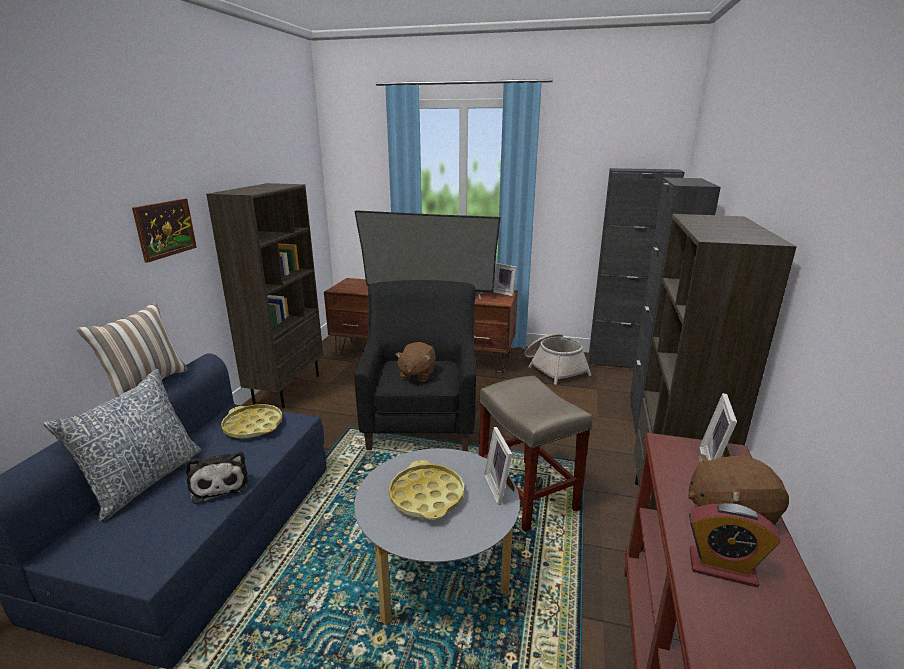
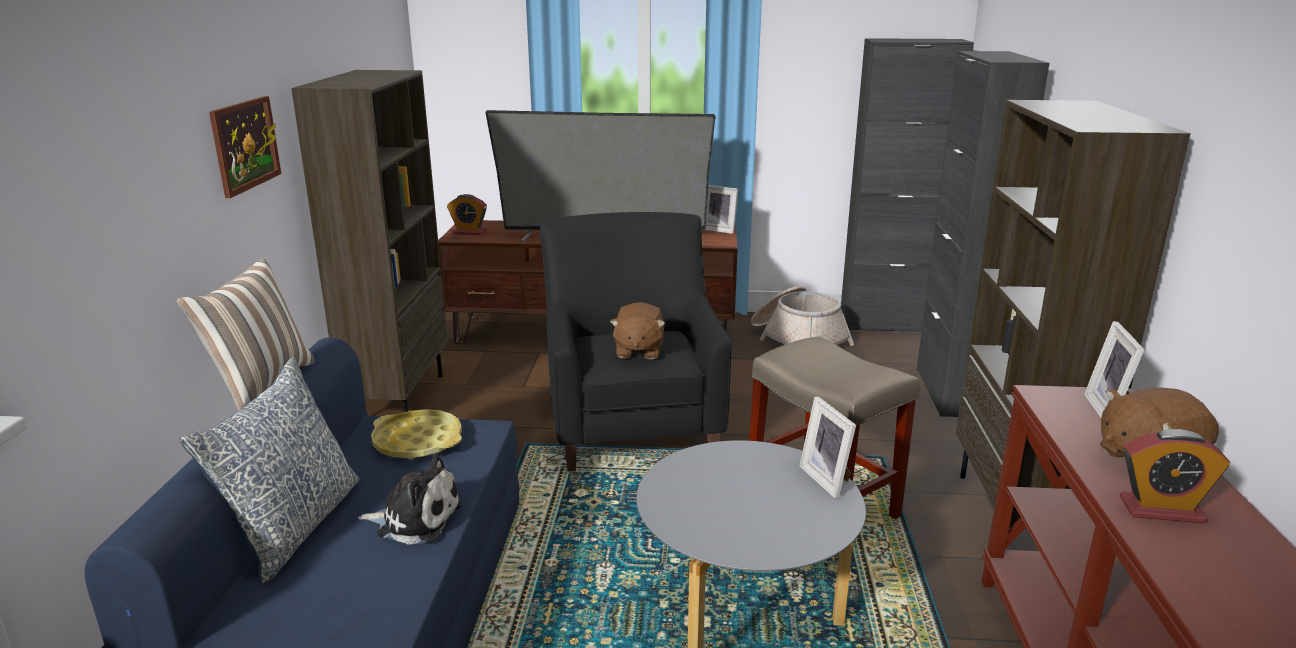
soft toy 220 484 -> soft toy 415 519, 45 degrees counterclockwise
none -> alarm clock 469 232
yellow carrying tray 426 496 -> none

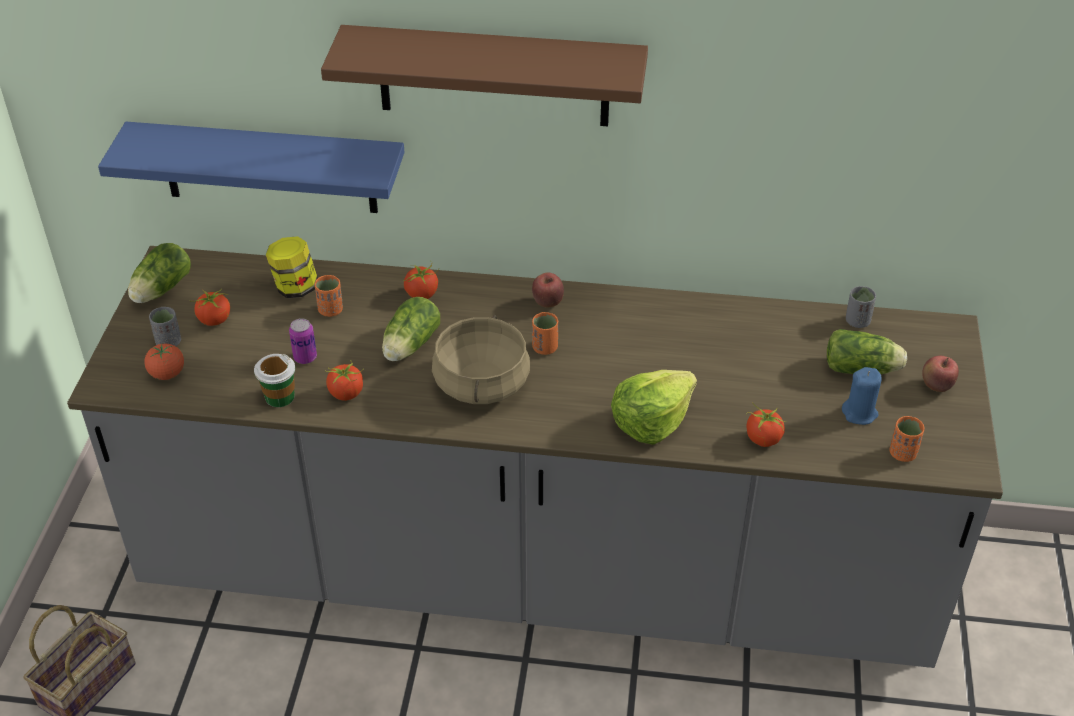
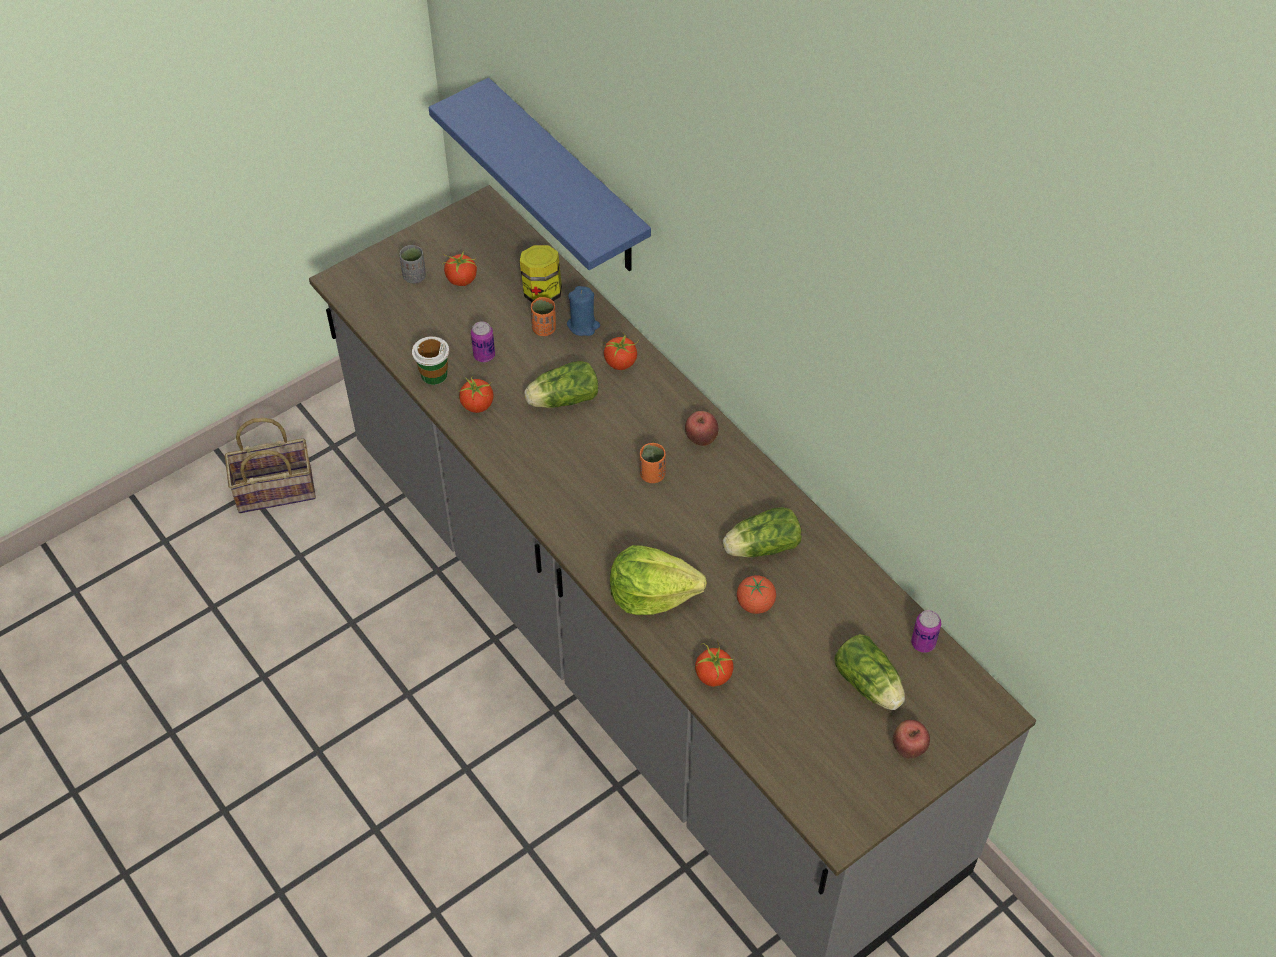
blue-coloured candle 859 413 -> blue-coloured candle 583 325, moved
head of lettuce 160 290 -> head of lettuce 759 547, moved
fresh tomato 167 374 -> fresh tomato 755 604, moved
greyish drinking cup 857 321 -> sealed can 923 643
brownish shelf 493 76 -> none
beige cooking pot 482 383 -> none
orange drinking cup 902 453 -> none

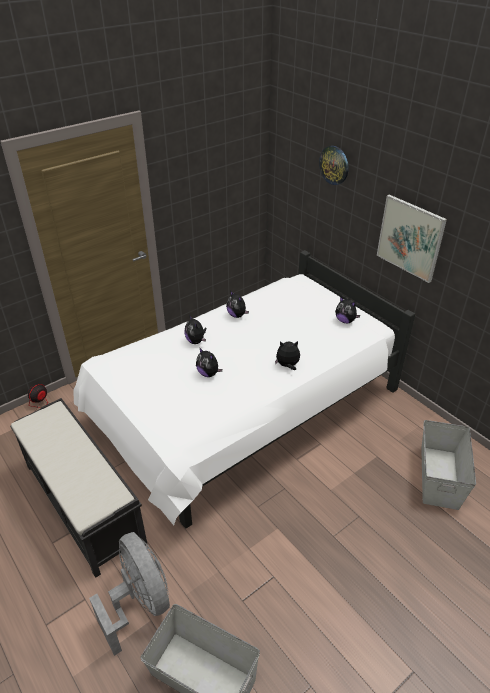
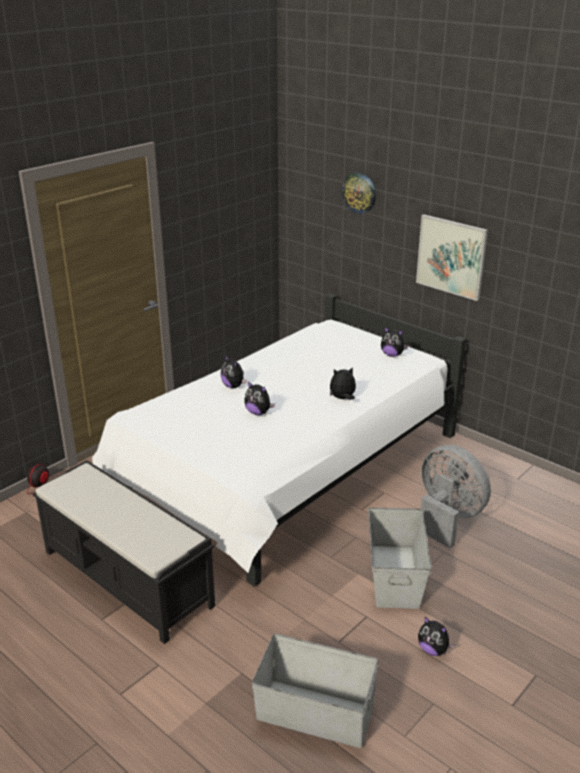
greyish storage bin 439 476 -> greyish storage bin 395 575, moved
soft toy 237 315 -> soft toy 433 650, moved
greyish cooling fan 139 602 -> greyish cooling fan 447 517, moved

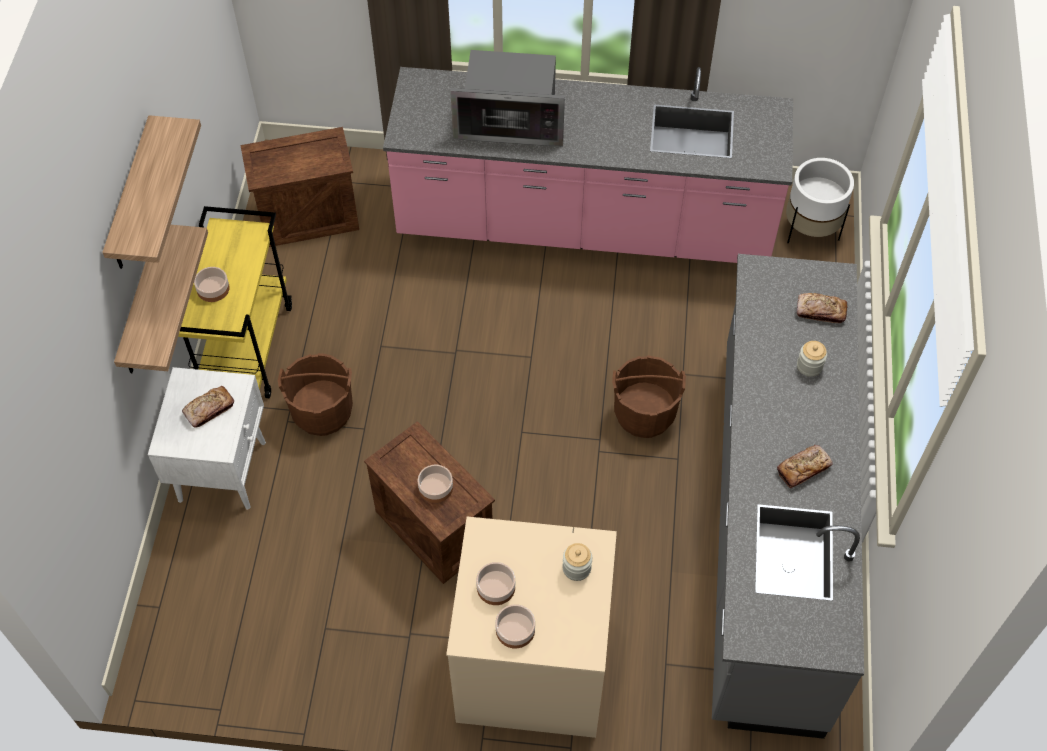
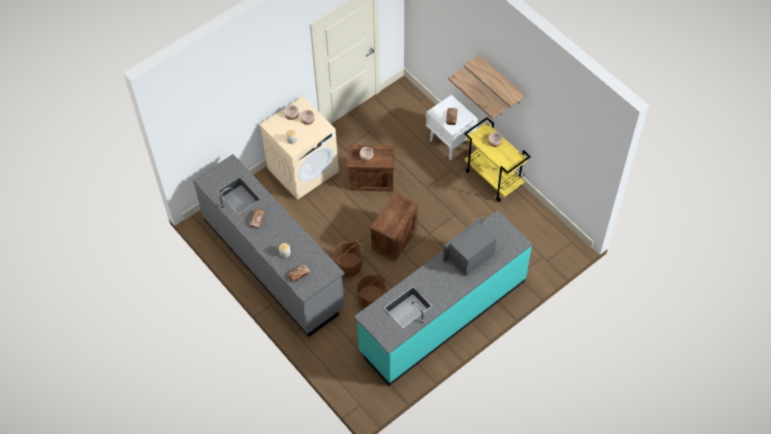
pink-coloured kitchen counter 584 226 -> turquoise-coloured kitchen counter 442 315
brownish pail 322 412 -> brownish pail 371 299, moved
shipping crate 309 215 -> shipping crate 394 239, moved
white flower pot 810 230 -> none

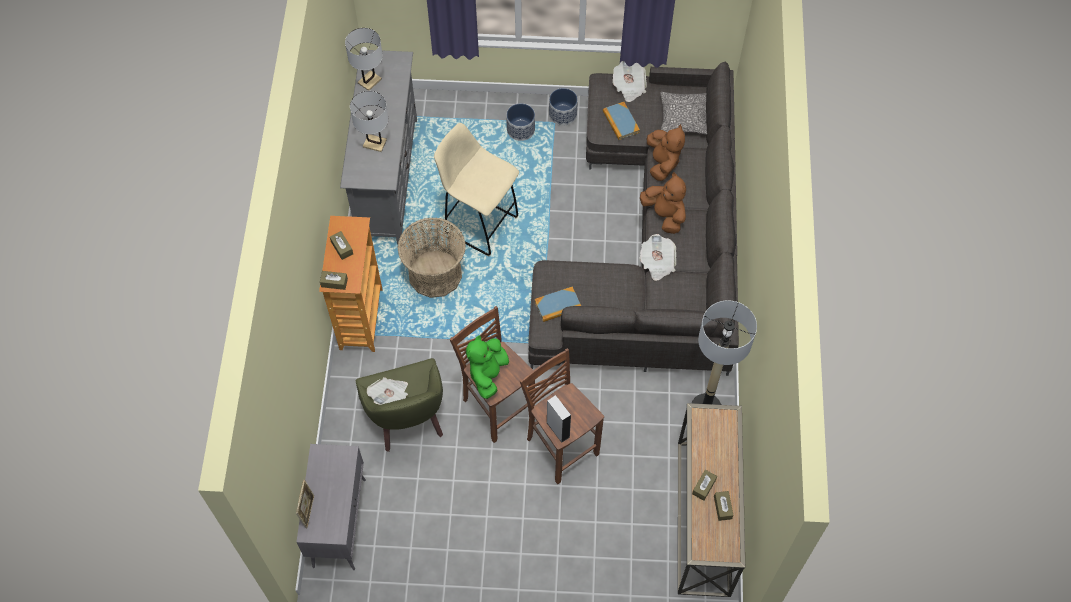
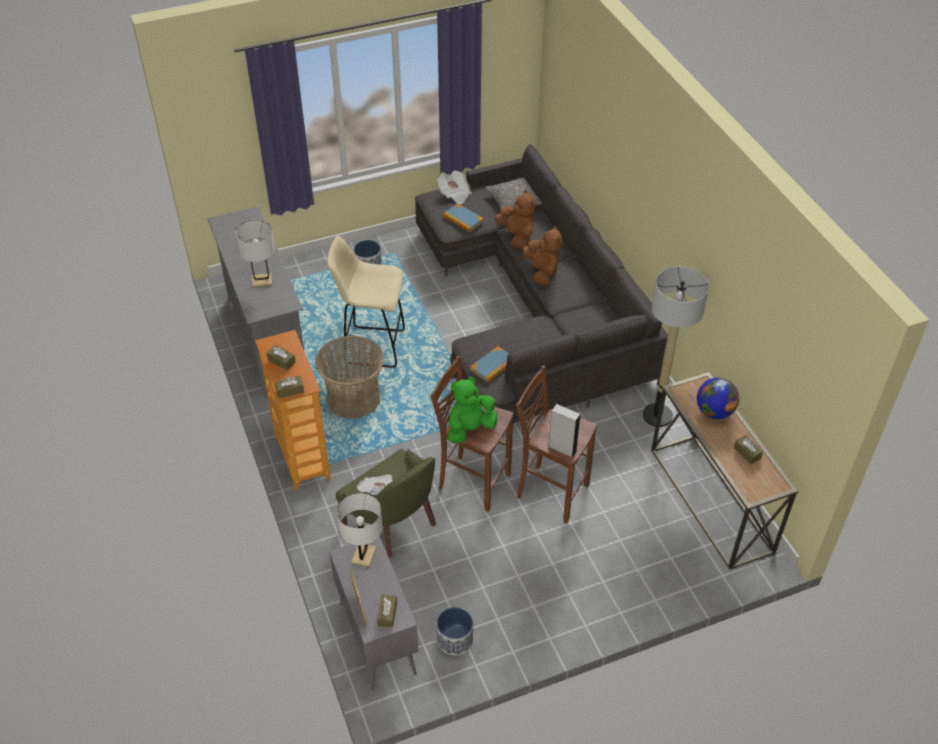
white table lamp 369 81 -> white table lamp 364 555, moved
brownish box of tissues 704 487 -> brownish box of tissues 387 614, moved
flower pot 562 114 -> flower pot 455 640, moved
green-coloured soft toy 488 374 -> green-coloured soft toy 470 429, 60 degrees clockwise
brownish soft toy 664 215 -> brownish soft toy 542 271, 45 degrees clockwise
none -> globe 714 412
newspaper 657 263 -> none

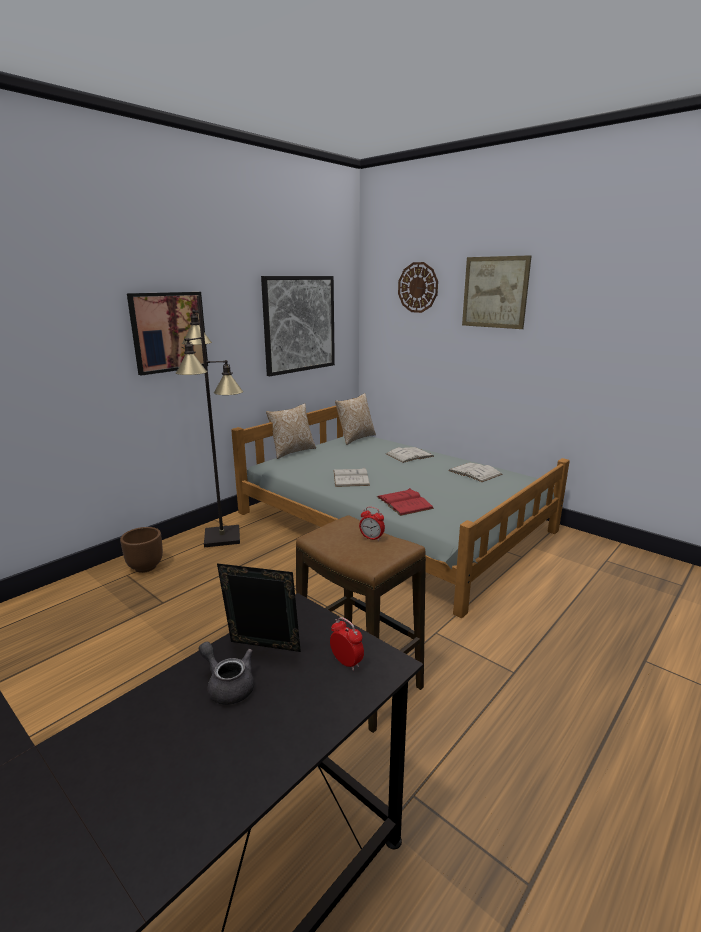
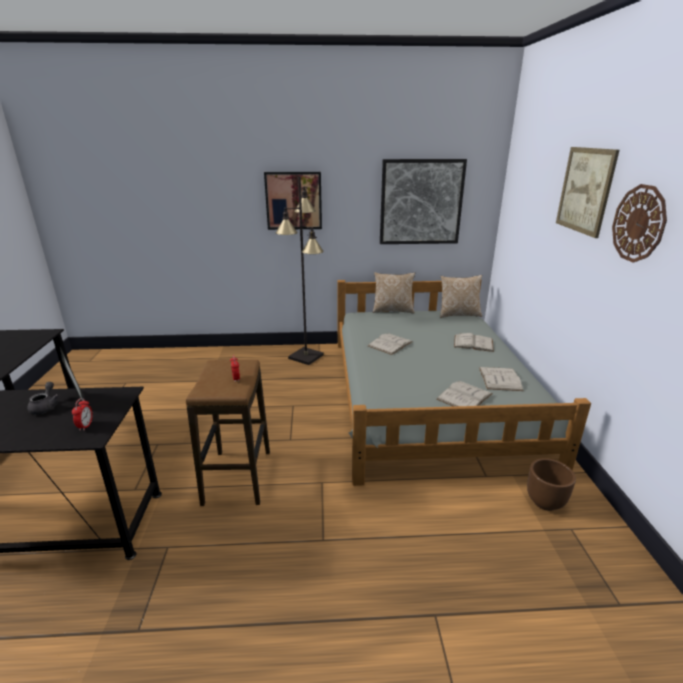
none -> white volume 464 396
brownish flower pot 146 567 -> brownish flower pot 545 502, moved
clock on the wall 418 287 -> clock on the wall 638 223, moved
red-coloured volume 404 502 -> none

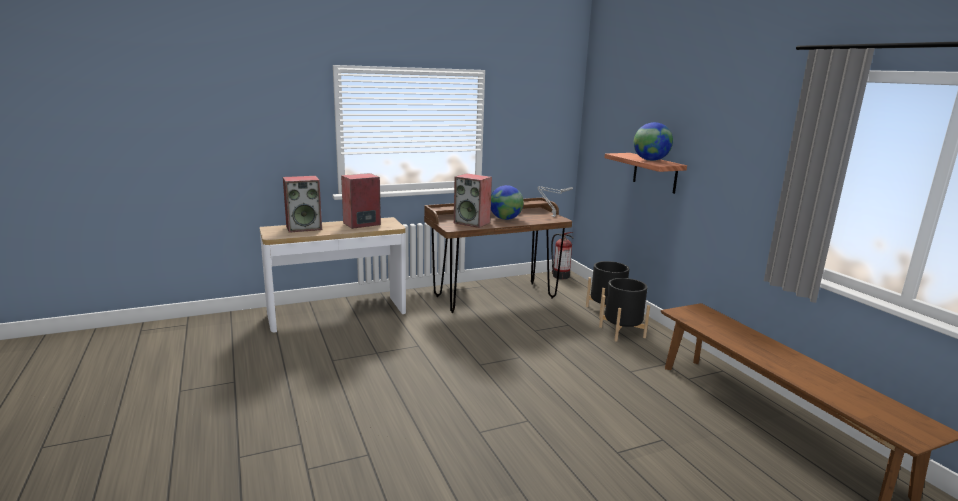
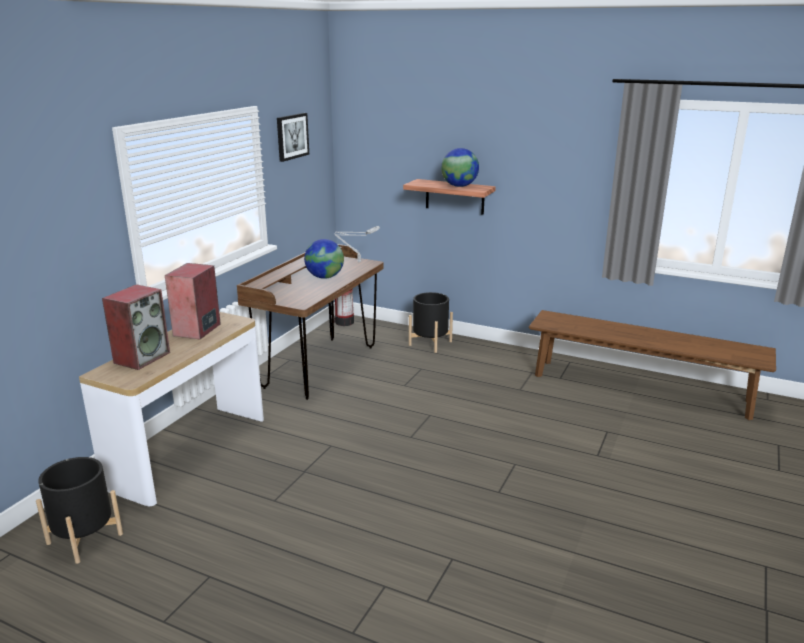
black-coloured flower pot 622 332 -> black-coloured flower pot 85 538, moved
none -> picture 292 136
loudspeaker 472 223 -> none

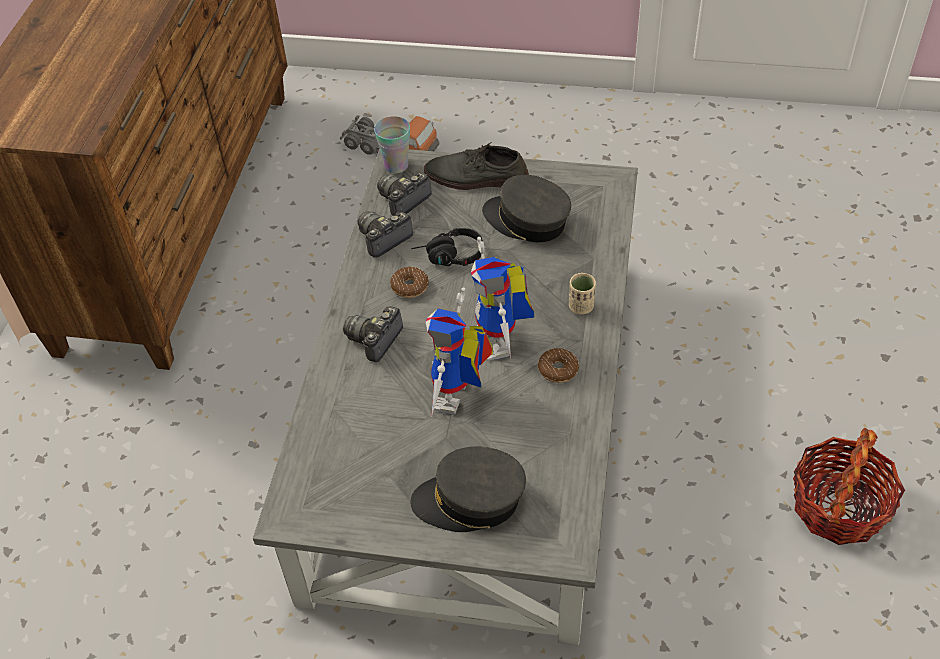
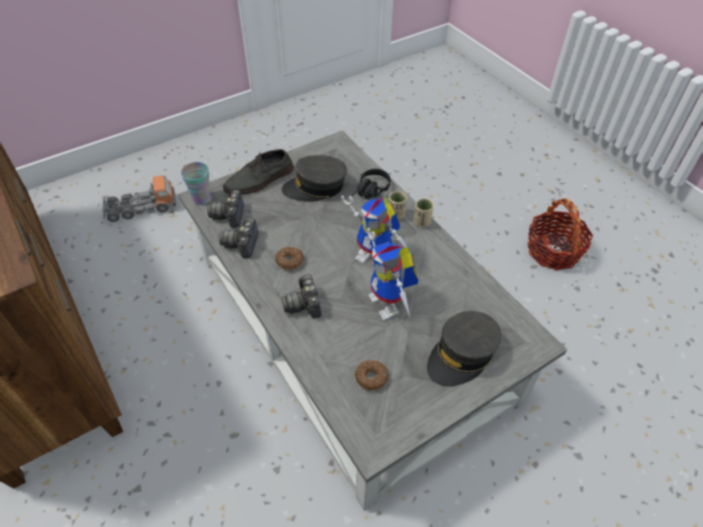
black-coloured headset 448 257 -> black-coloured headset 369 192, moved
donut 558 370 -> donut 371 378, moved
none -> beige drinking cup 422 222

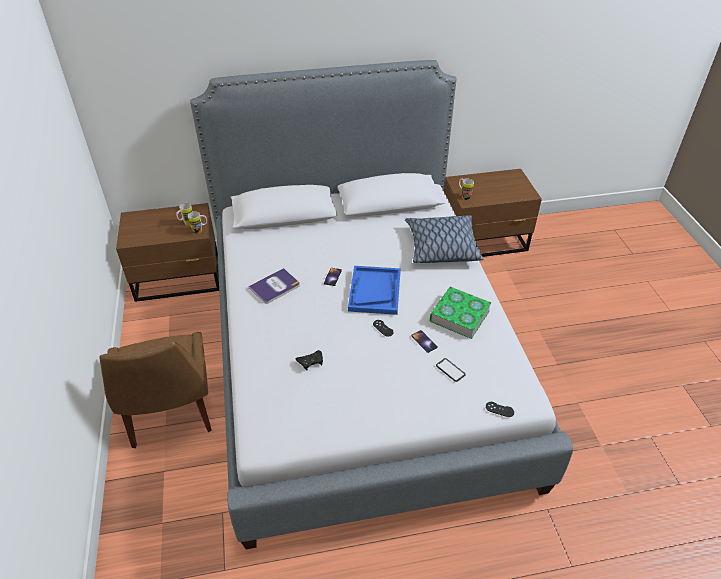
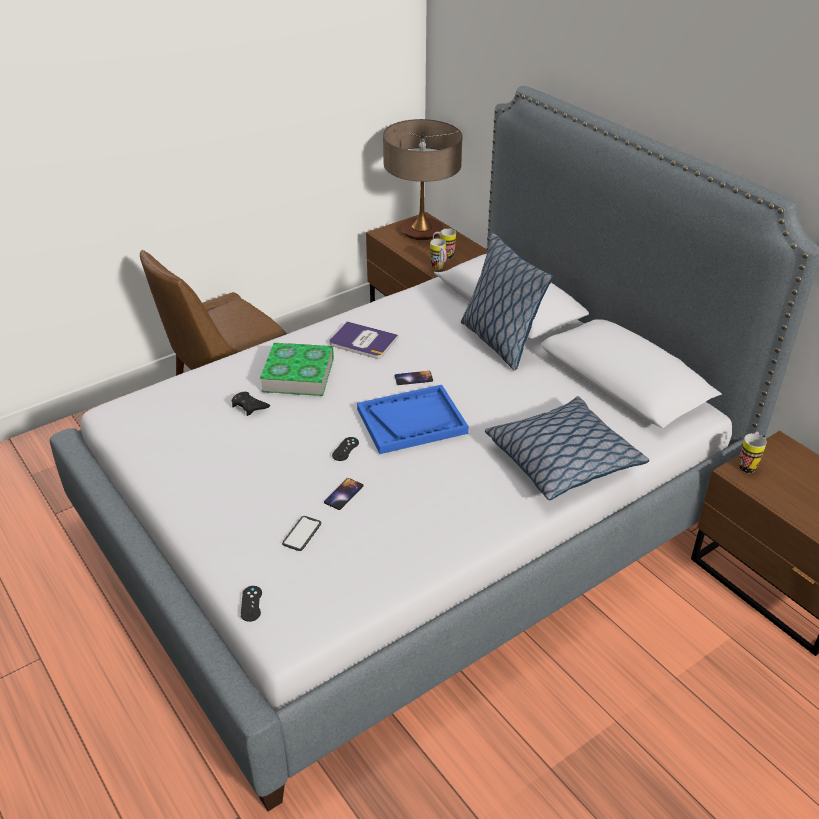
volume 459 316 -> volume 298 375, moved
none -> table lamp 421 231
none -> cushion 499 341

